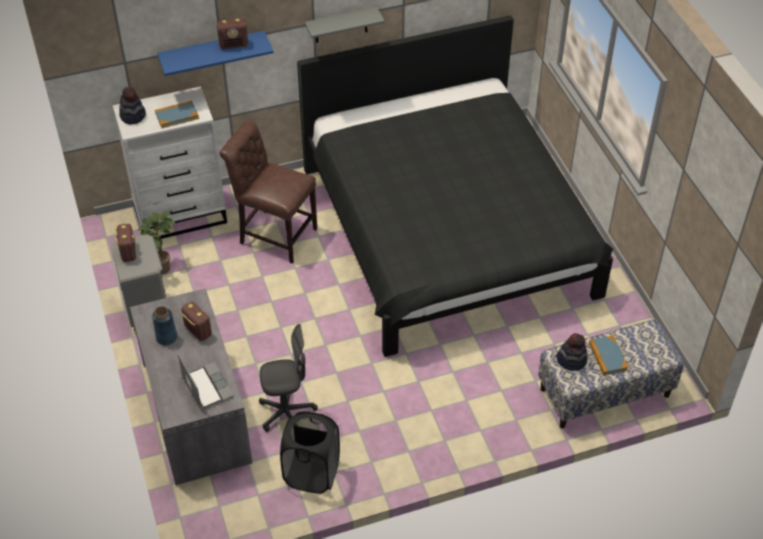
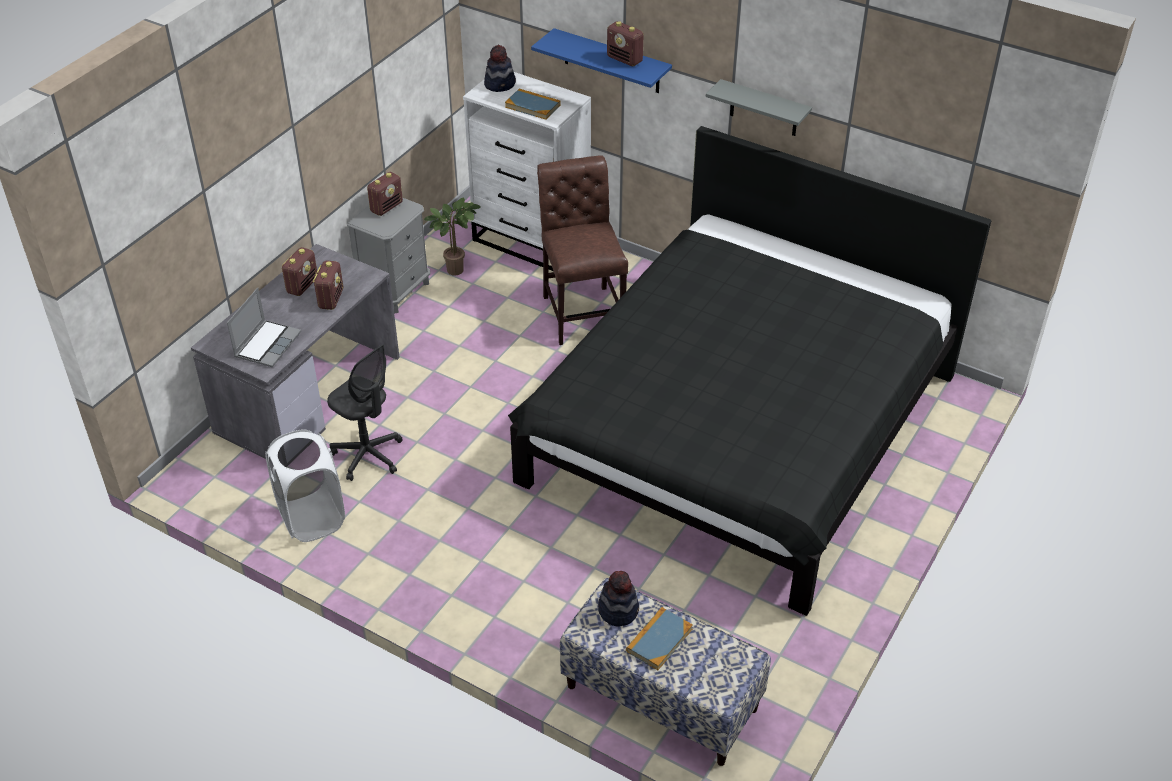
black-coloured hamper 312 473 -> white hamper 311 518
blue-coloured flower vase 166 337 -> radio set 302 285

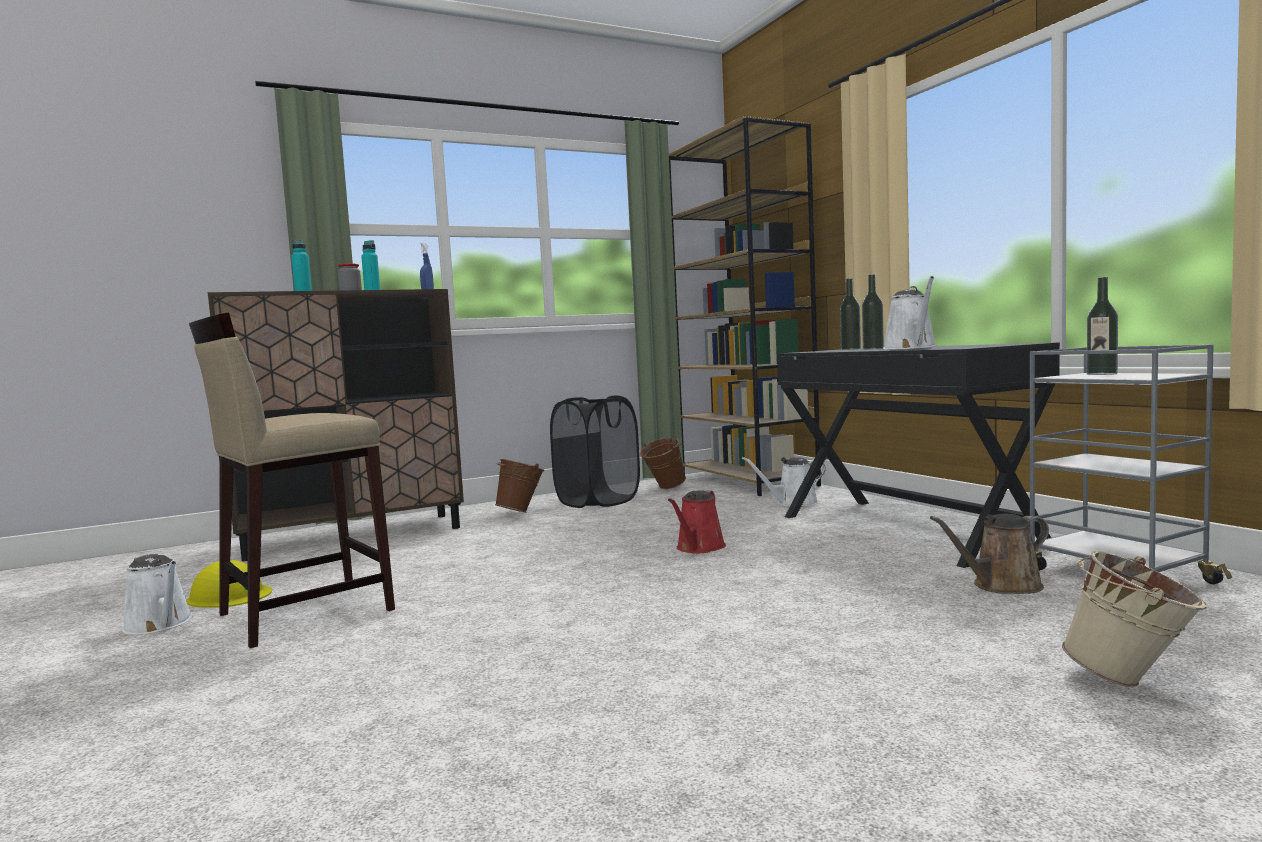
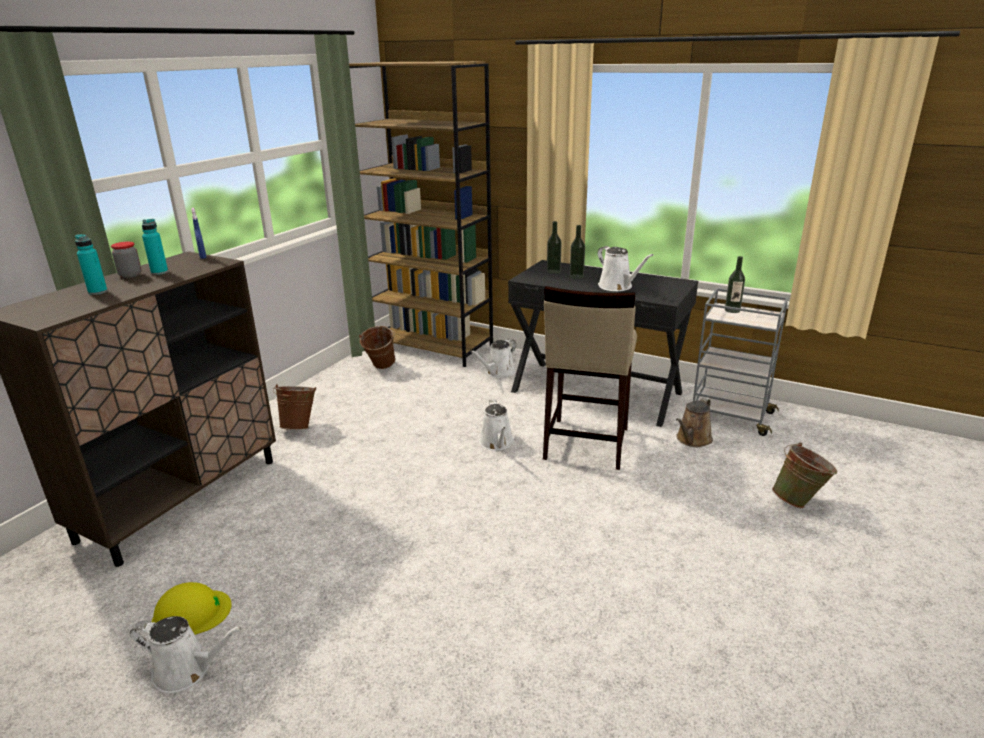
red-coloured watering can 698 548 -> white watering can 497 443
beige stool seat 304 612 -> beige stool seat 585 443, moved
beige pail 1132 681 -> green-coloured pail 799 501
black-coloured hamper 598 501 -> none

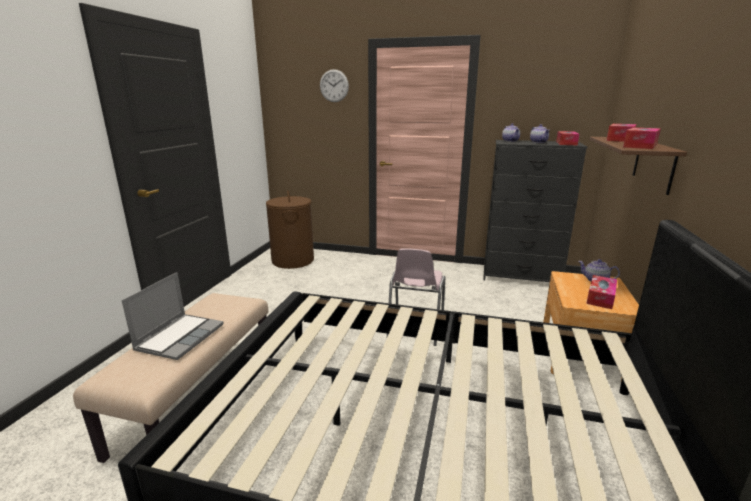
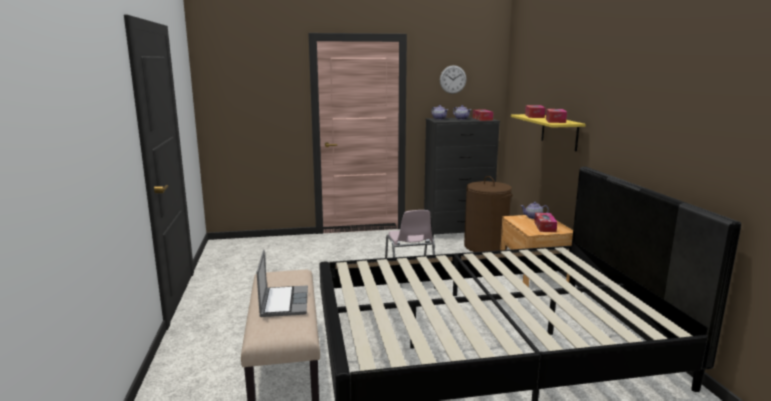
clock on the wall 334 86 -> clock on the wall 453 79, moved
brownish hamper 293 260 -> brownish hamper 485 246, moved
brownish shelf 653 164 -> yellow shelf 559 132

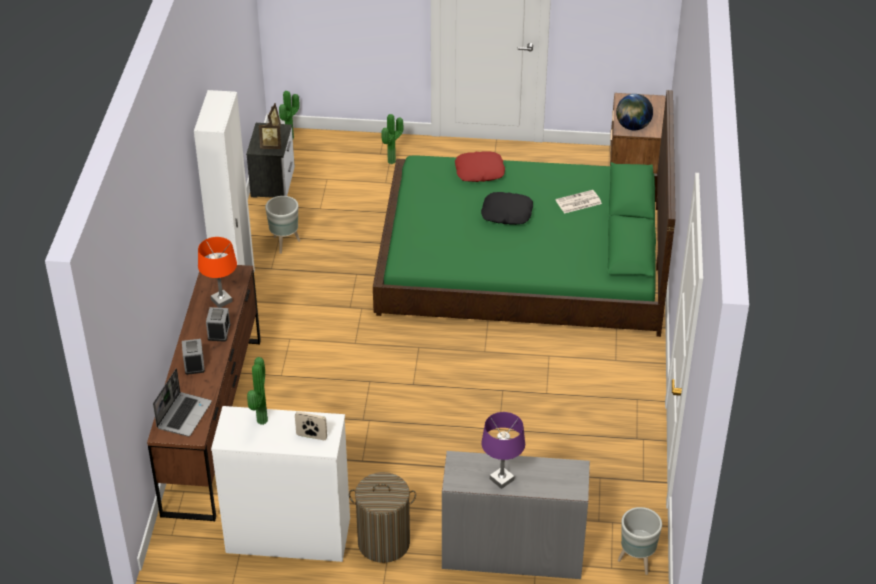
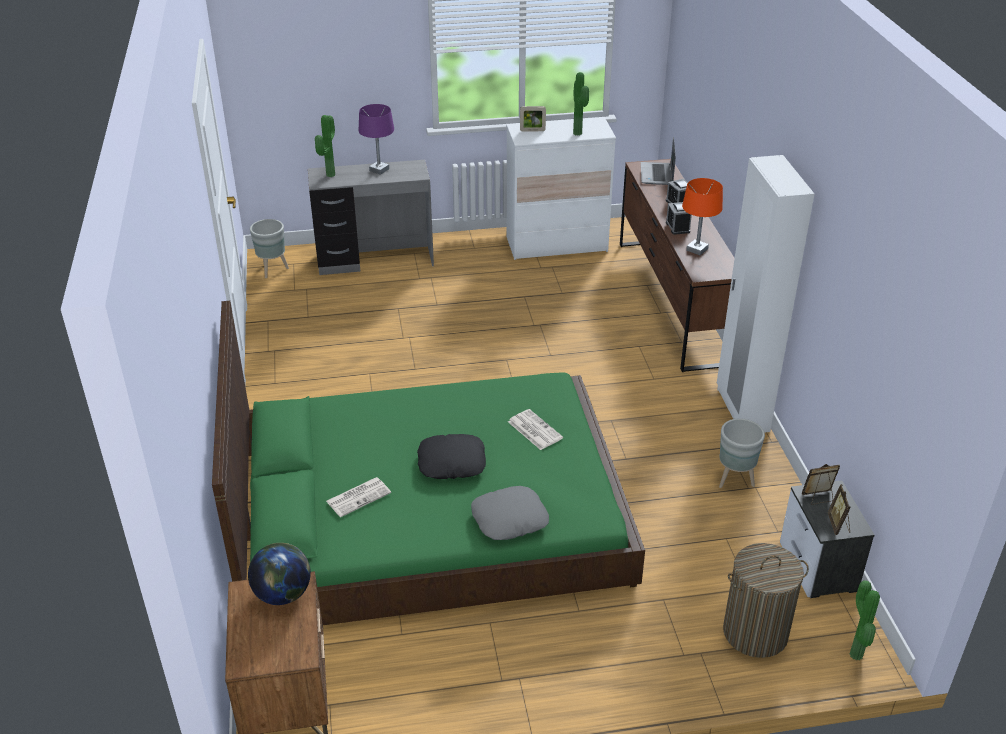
plant in a pot 393 162 -> plant in a pot 329 175, moved
red-coloured cushion 479 172 -> greyish cushion 509 519
none -> newspaper 534 430
hamper 384 542 -> hamper 755 633, moved

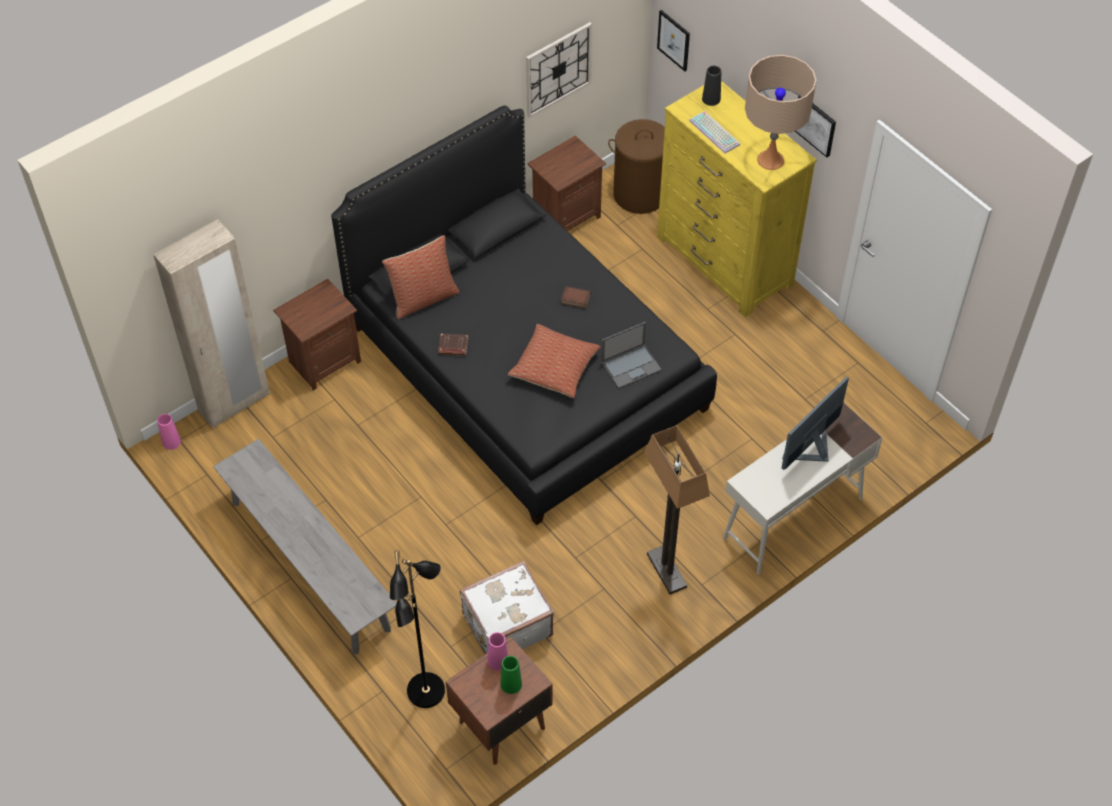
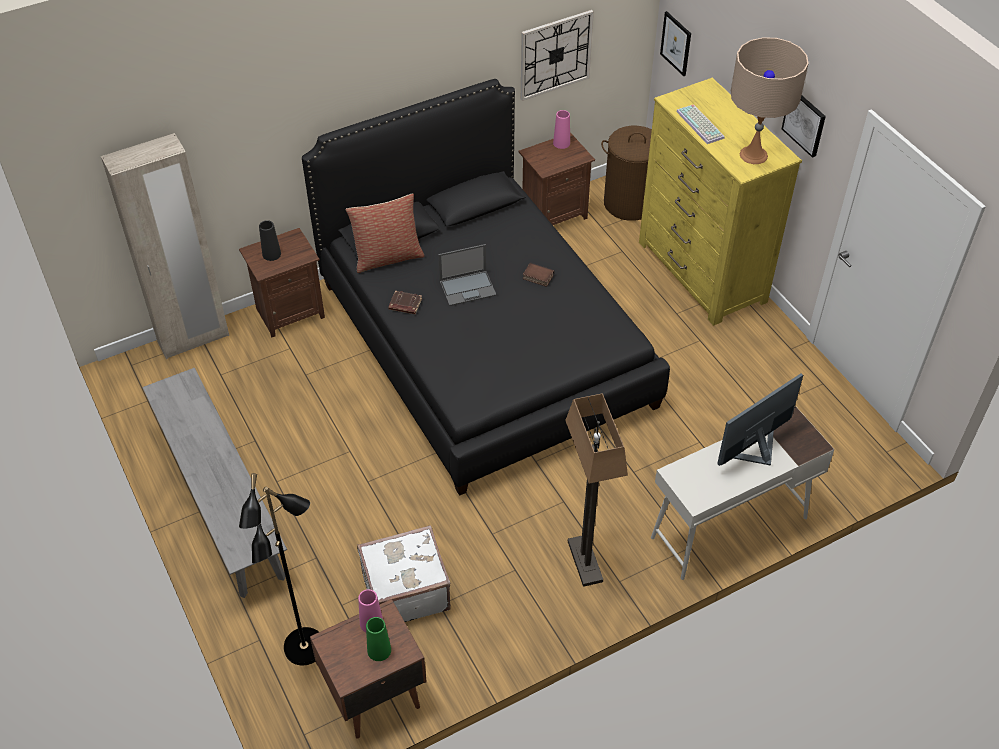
black-coloured flower vase 711 99 -> black-coloured flower vase 271 254, moved
laptop 631 366 -> laptop 468 288, moved
pink-coloured flower vase 171 442 -> pink-coloured flower vase 561 143, moved
cushion 554 368 -> none

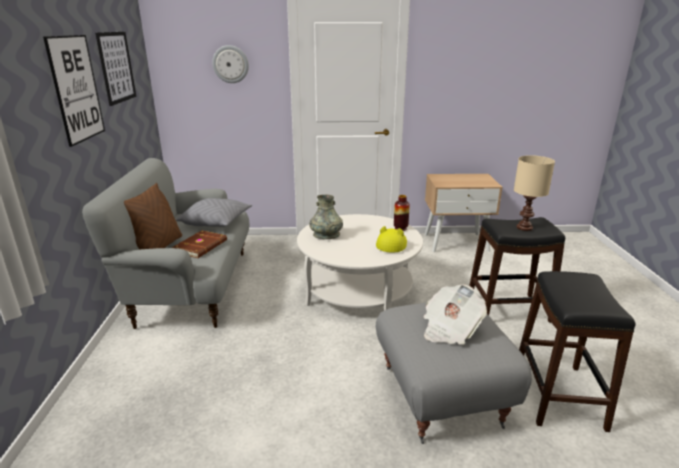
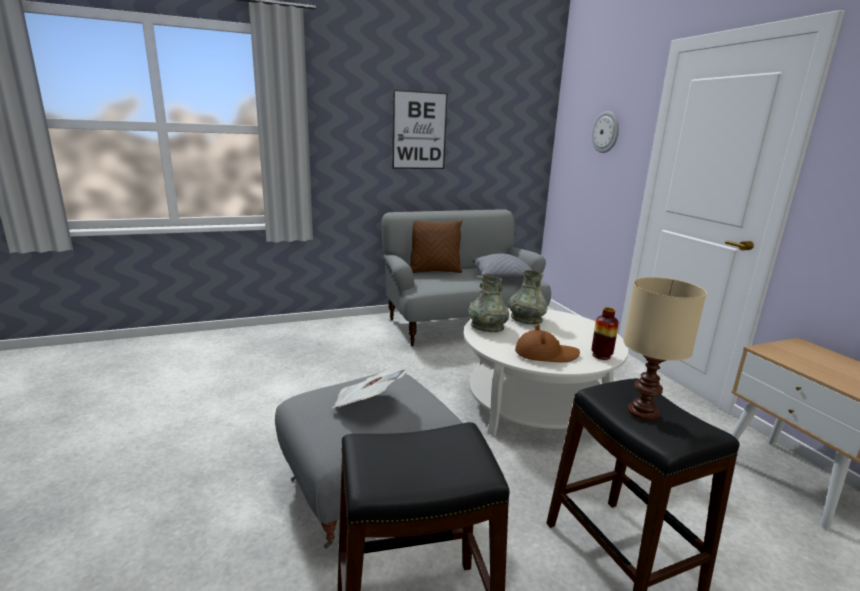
none -> greyish flower vase 487 327
yellow clothing hat 392 244 -> brownish clothing hat 545 354
picture 116 67 -> none
brownish volume 201 246 -> none

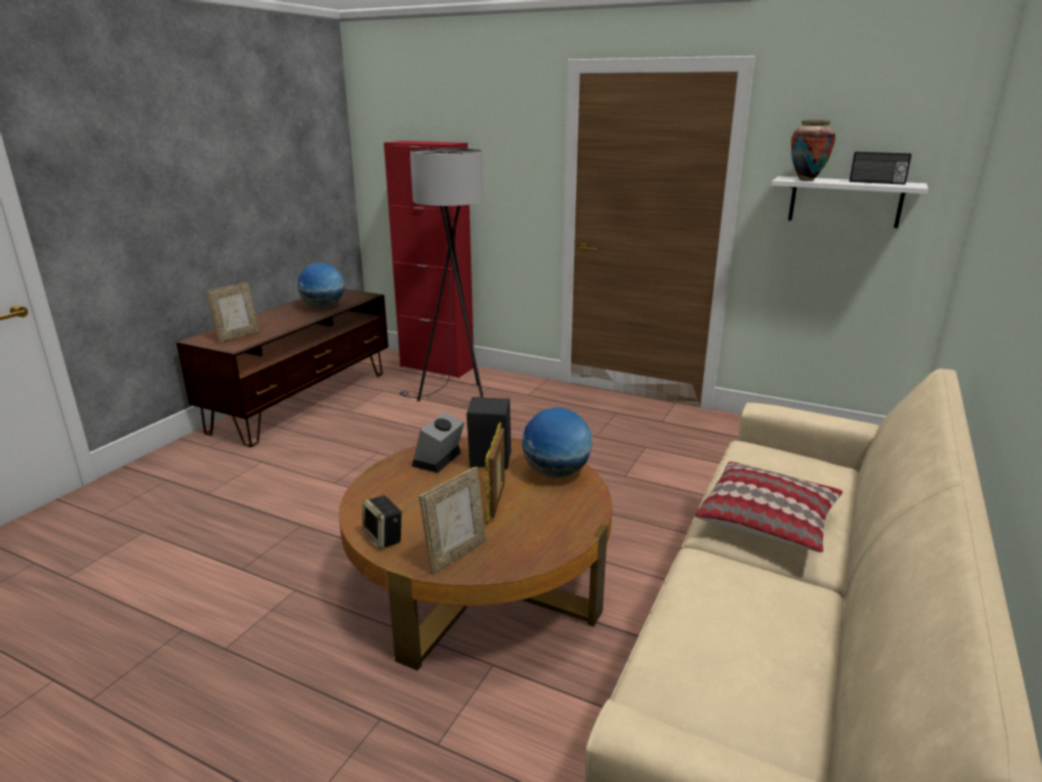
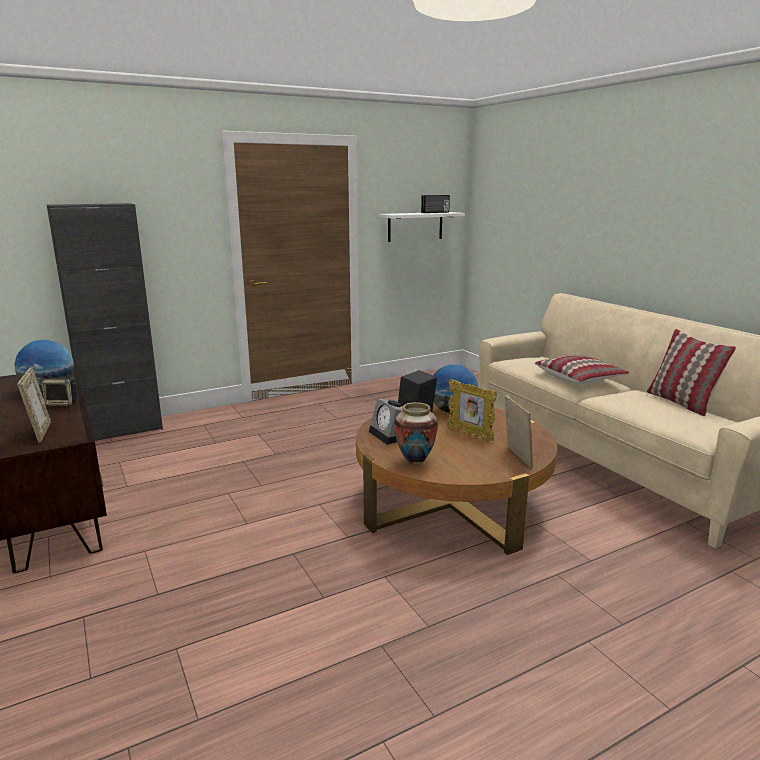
loudspeaker 384 538 -> loudspeaker 62 403, moved
red-coloured cabinet 437 367 -> black-coloured cabinet 124 430
flower vase 806 180 -> flower vase 415 462, moved
none -> cushion 681 403
greyish standing lamp 454 400 -> none

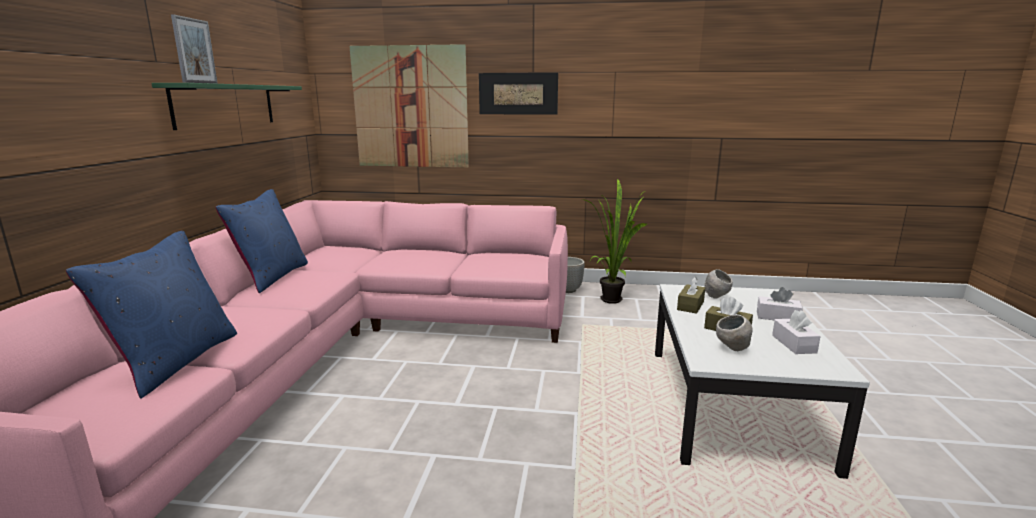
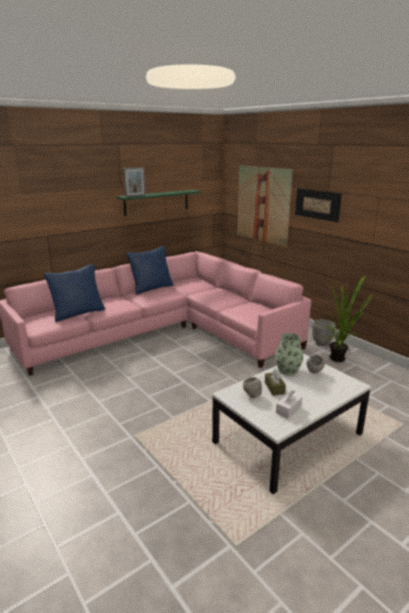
brownish box of tissues 690 305 -> flower vase 288 370
white box of tissues 777 317 -> none

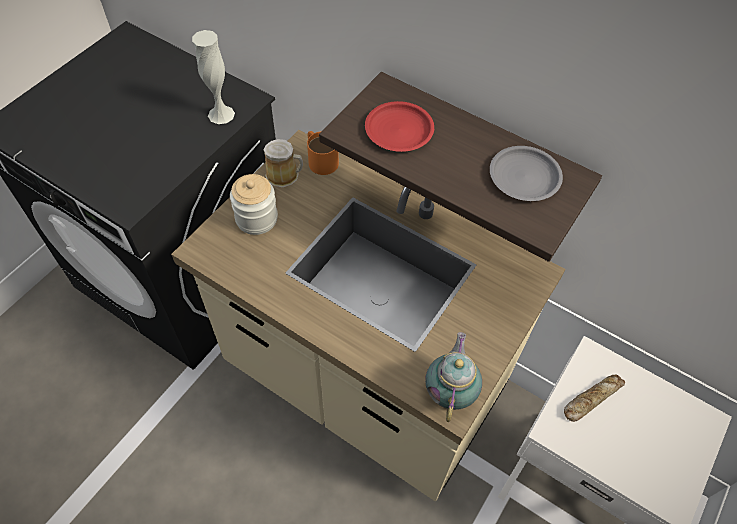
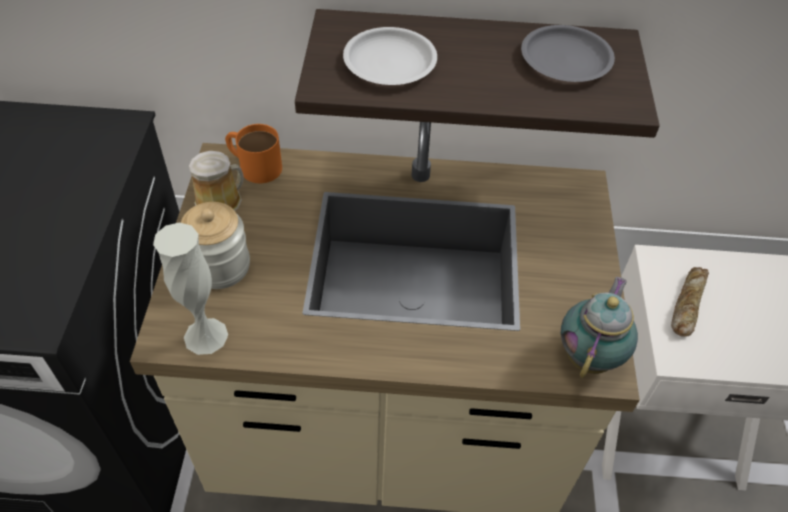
white flower vase 221 114 -> white flower vase 206 336, moved
red-coloured flat dish 399 131 -> white flat dish 390 63
tea pot 450 392 -> tea pot 590 355, 45 degrees clockwise

